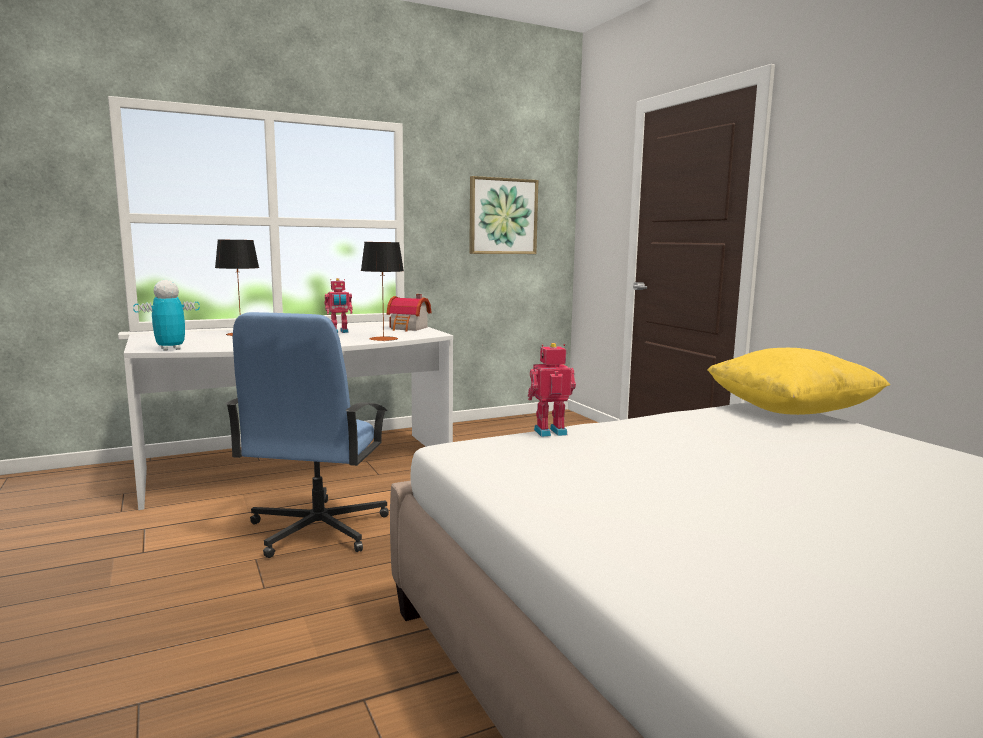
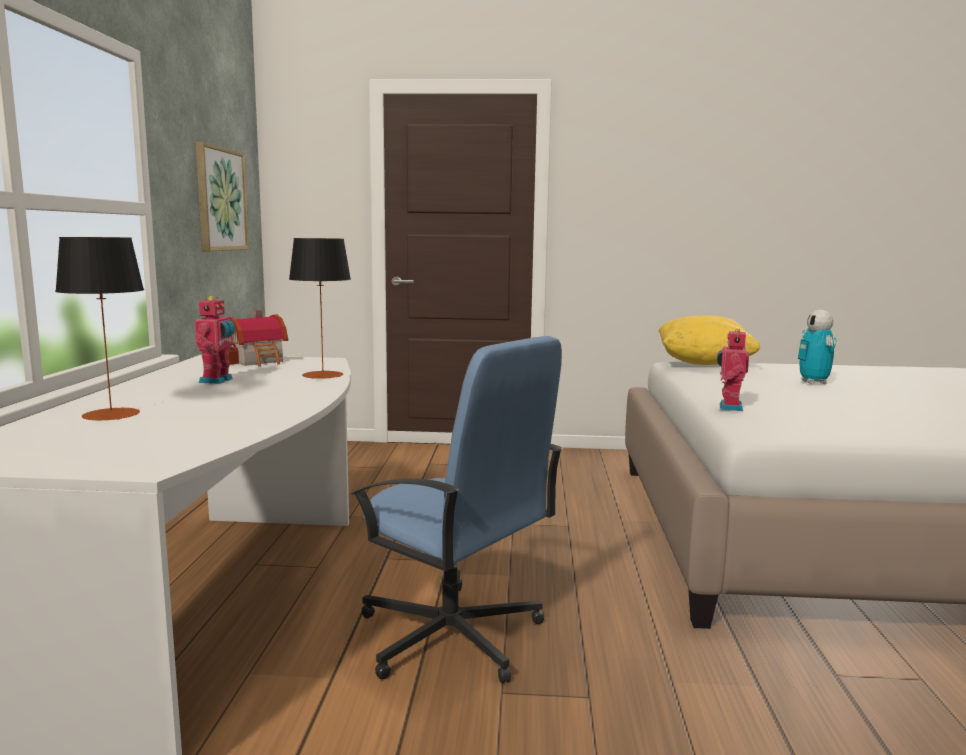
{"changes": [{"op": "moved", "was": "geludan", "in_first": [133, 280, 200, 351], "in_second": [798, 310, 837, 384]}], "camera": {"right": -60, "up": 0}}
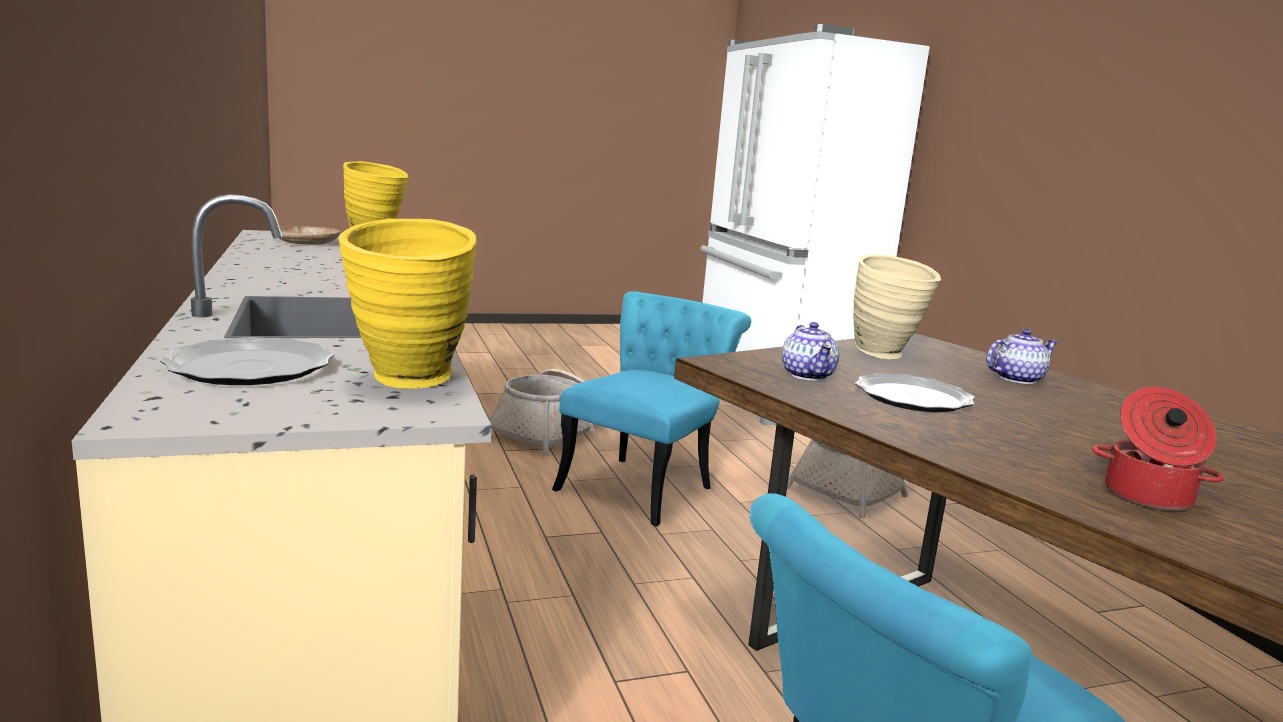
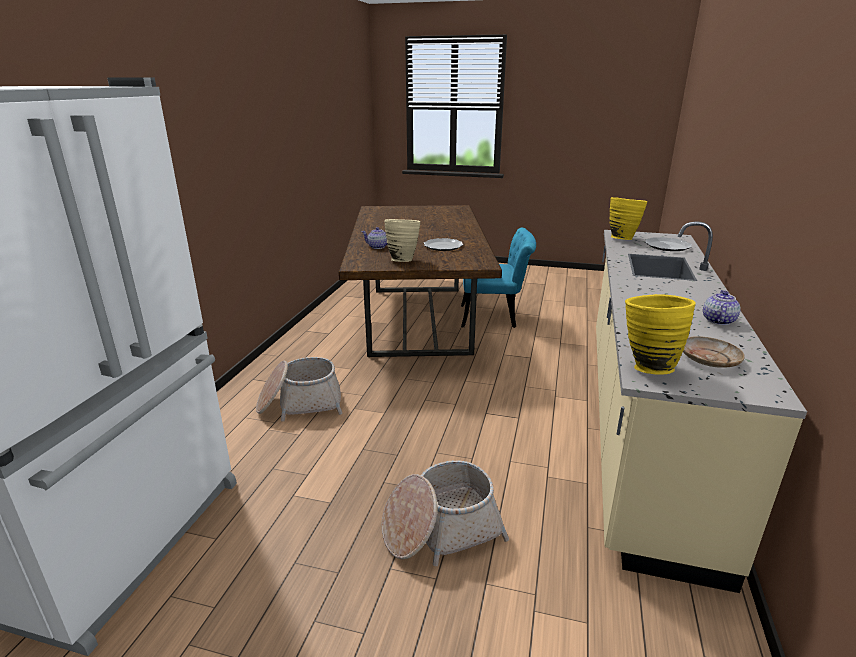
{"changes": [{"op": "moved", "was": "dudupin", "in_first": [782, 322, 839, 381], "in_second": [703, 290, 741, 325]}, {"op": "removed", "was": "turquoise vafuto", "in_first": [552, 291, 751, 526]}, {"op": "removed", "was": "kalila", "in_first": [1093, 387, 1224, 511]}], "camera": {"right": -145, "up": 10}}
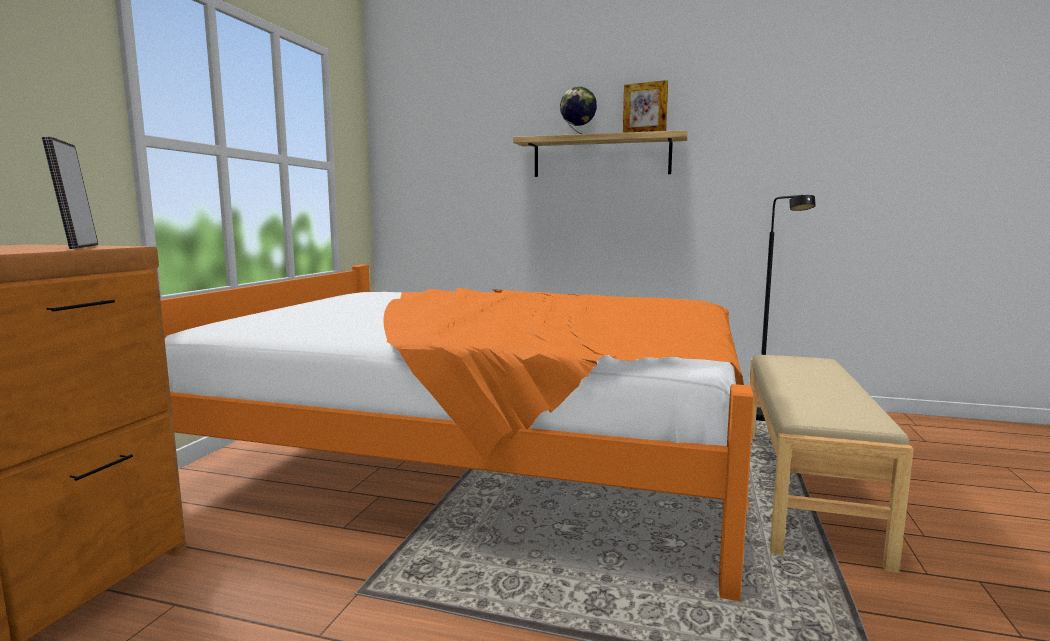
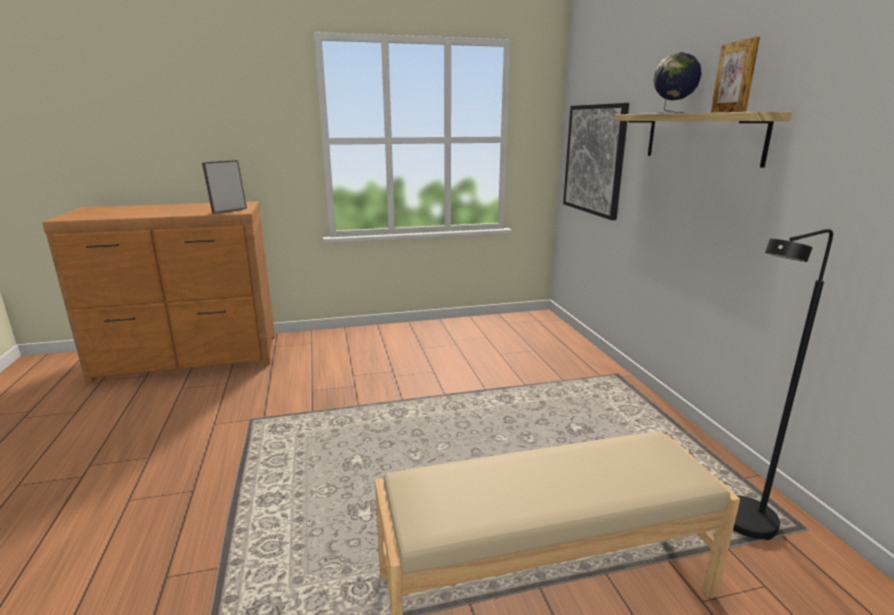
{"changes": [{"op": "added", "now": "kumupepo", "in_second": [563, 103, 629, 220]}, {"op": "removed", "was": "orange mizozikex", "in_first": [161, 265, 754, 601]}], "camera": {"right": 60, "up": 10}}
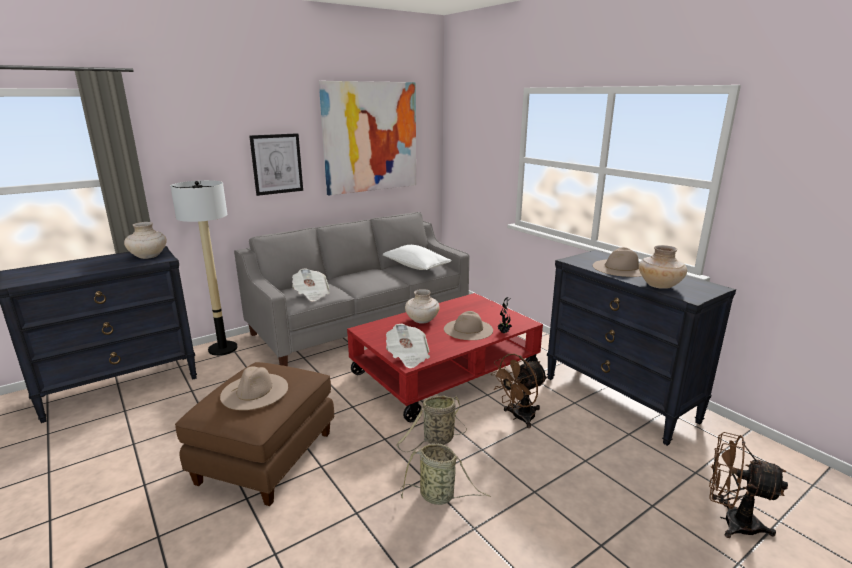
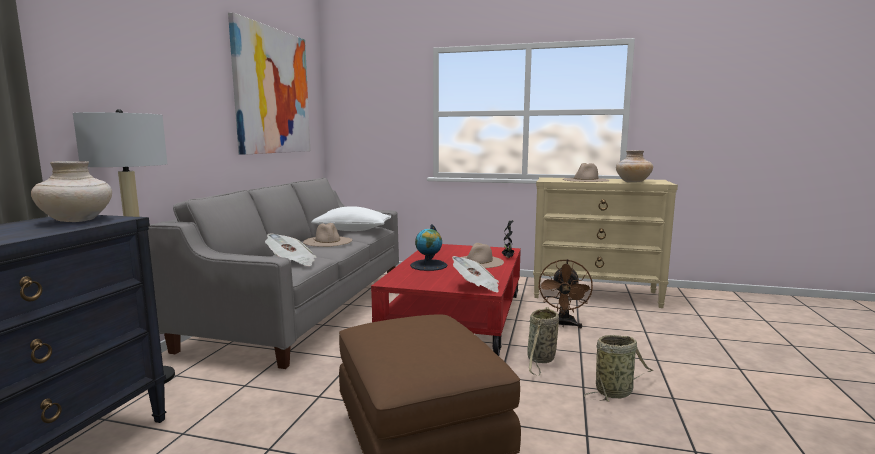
{"changes": [{"op": "moved", "was": "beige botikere", "in_first": [220, 366, 288, 410], "in_second": [303, 223, 352, 247]}, {"op": "replaced", "was": "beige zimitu", "now": "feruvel", "in_first": [405, 289, 440, 324], "in_second": [410, 224, 447, 271]}, {"op": "recoloured", "was": "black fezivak", "now": "beige fezivak", "in_first": [547, 250, 736, 446], "in_second": [533, 177, 678, 308]}, {"op": "removed", "was": "kumupepo", "in_first": [249, 133, 303, 196]}, {"op": "removed", "was": "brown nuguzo", "in_first": [709, 432, 788, 538]}], "camera": {"right": -40, "up": -10}}
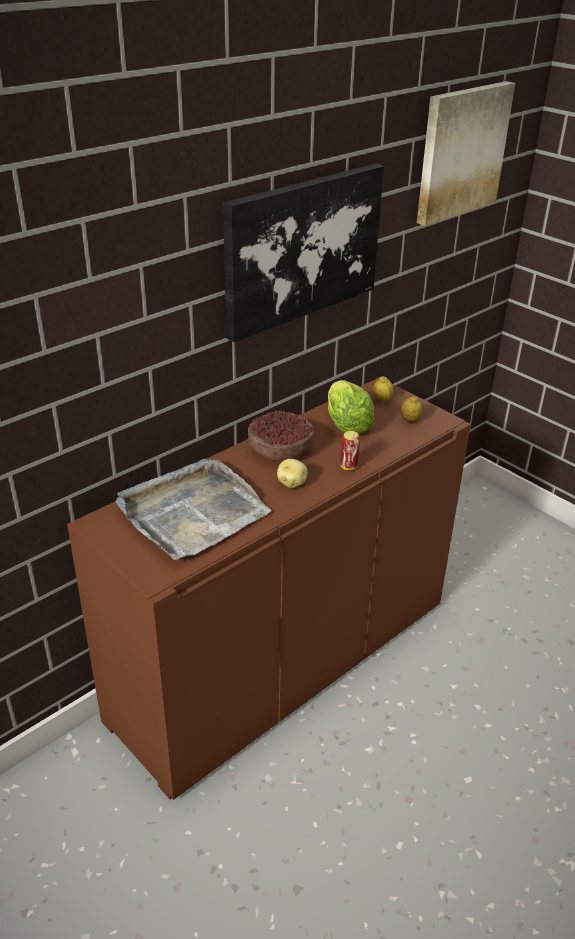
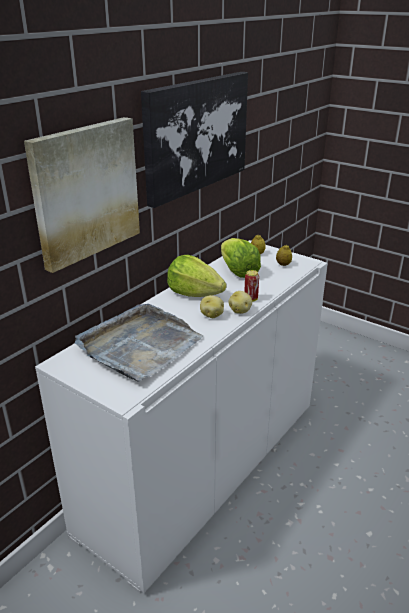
{"changes": [{"op": "moved", "was": "kumupepo", "in_first": [417, 81, 515, 226], "in_second": [24, 117, 140, 273]}, {"op": "recoloured", "was": "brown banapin", "now": "white banapin", "in_first": [67, 378, 471, 800], "in_second": [35, 240, 327, 594]}, {"op": "replaced", "was": "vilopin", "now": "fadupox", "in_first": [248, 410, 314, 461], "in_second": [167, 255, 226, 297]}, {"op": "added", "now": "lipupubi", "in_second": [228, 291, 252, 314]}], "camera": {"right": -10, "up": -5}}
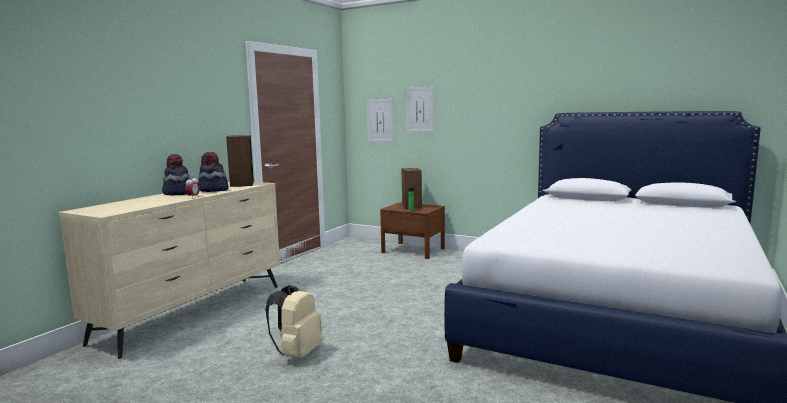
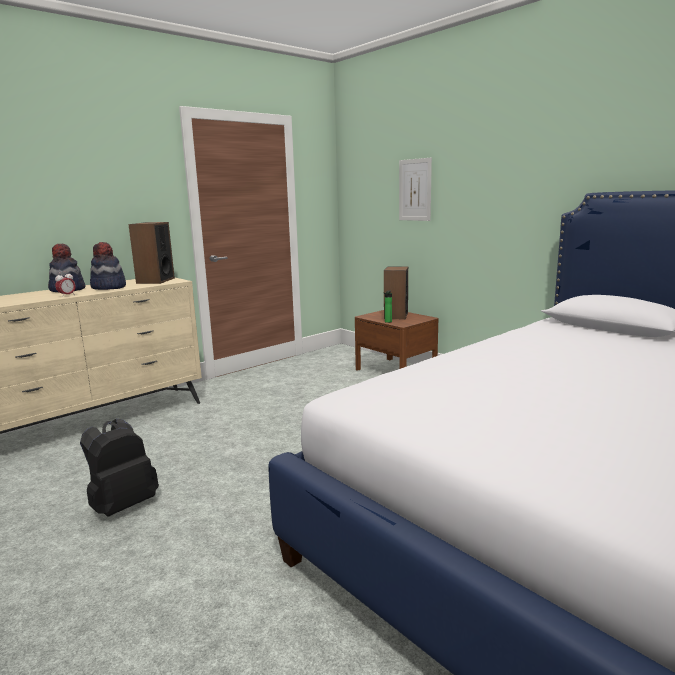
{"changes": [{"op": "recoloured", "was": "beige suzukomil", "now": "black suzukomil", "in_first": [265, 285, 323, 359], "in_second": [80, 419, 159, 516]}, {"op": "removed", "was": "kumupepo", "in_first": [367, 99, 394, 143]}], "camera": {"right": 20, "up": 5}}
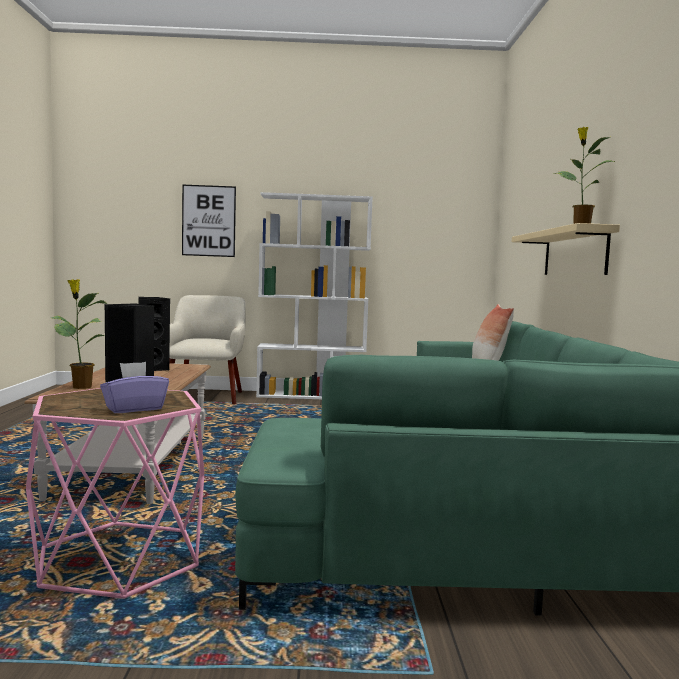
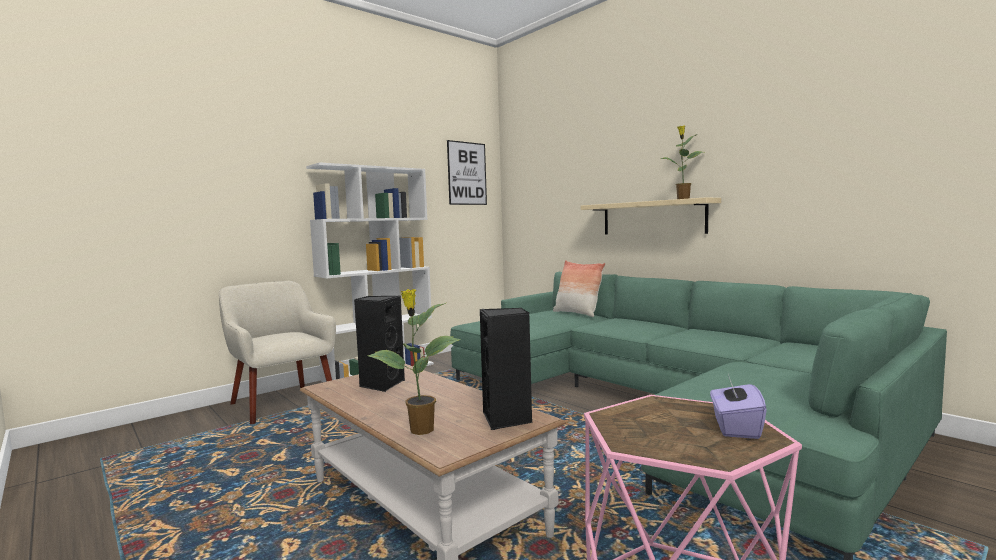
{"changes": [{"op": "moved", "was": "kumupepo", "in_first": [182, 185, 236, 257], "in_second": [447, 140, 487, 205]}], "camera": {"right": -40, "up": 0}}
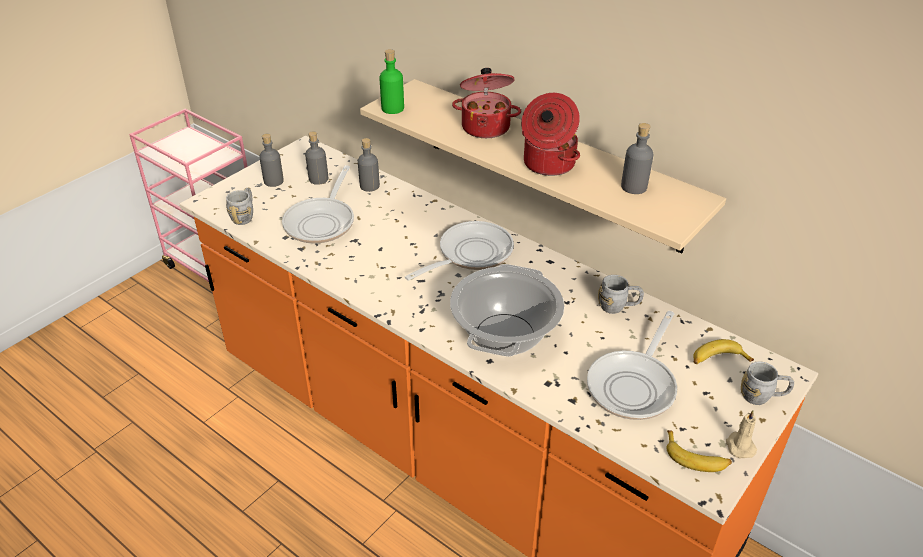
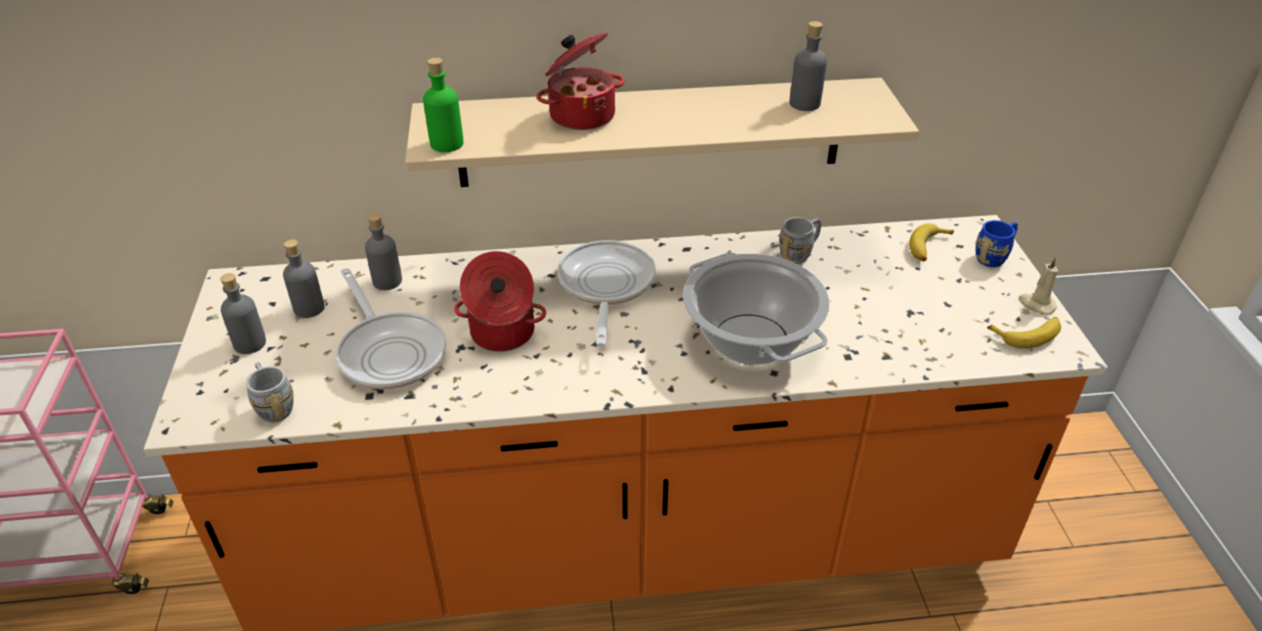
{"changes": [{"op": "moved", "was": "kalila", "in_first": [521, 93, 580, 176], "in_second": [454, 251, 546, 352]}, {"op": "recoloured", "was": "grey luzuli", "now": "blue luzuli", "in_first": [741, 362, 794, 405], "in_second": [976, 220, 1018, 267]}, {"op": "removed", "was": "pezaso", "in_first": [587, 311, 677, 420]}], "camera": {"right": -45, "up": 0}}
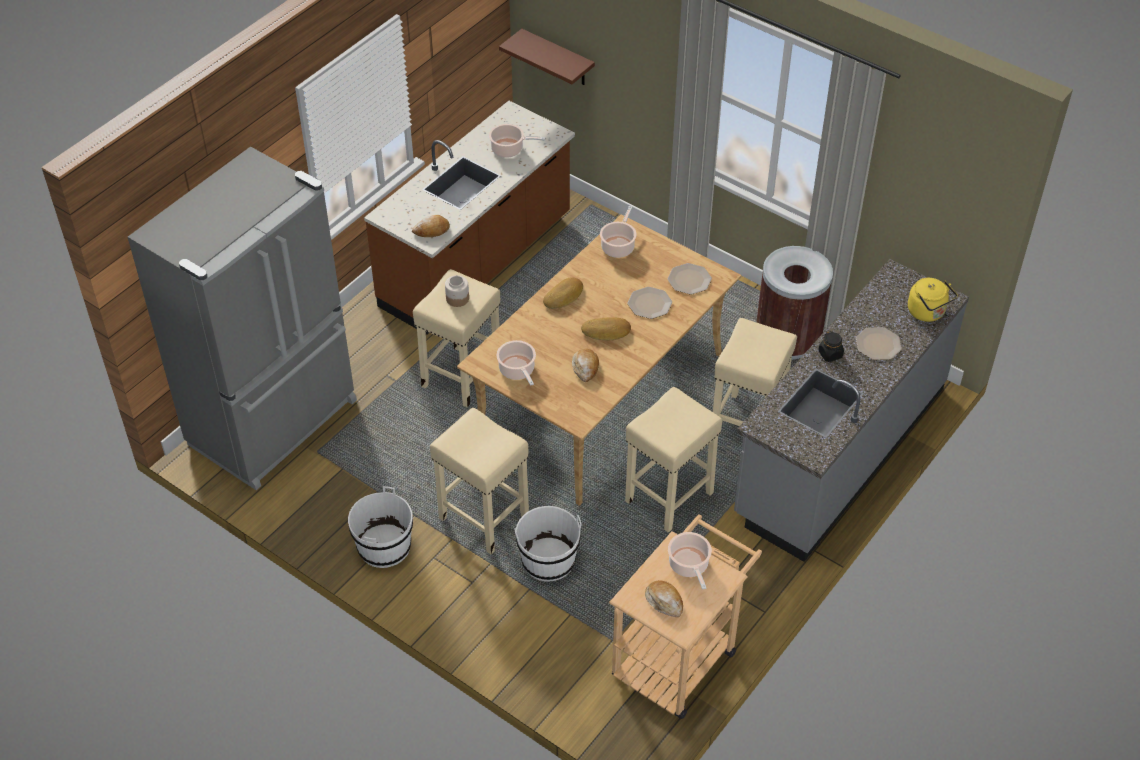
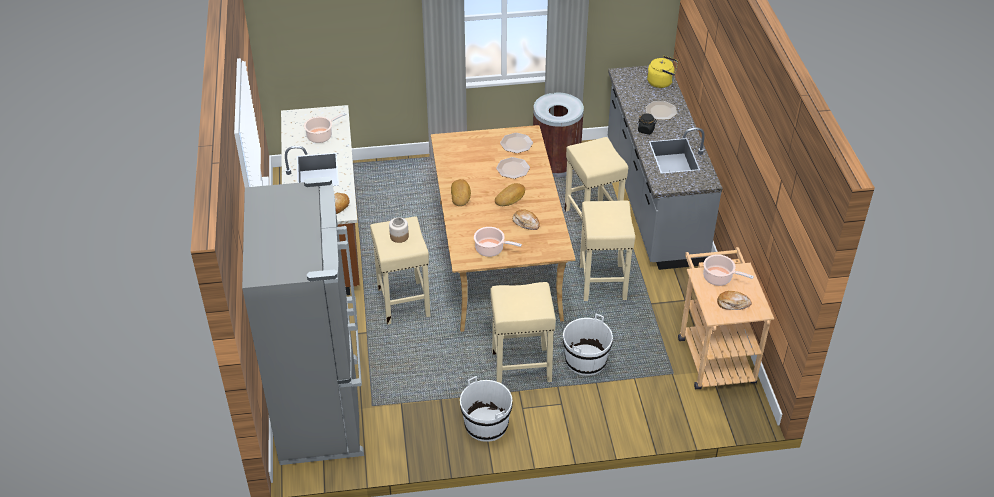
{"changes": [{"op": "removed", "was": "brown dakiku", "in_first": [499, 29, 595, 85]}, {"op": "removed", "was": "kalila", "in_first": [600, 206, 637, 258]}], "camera": {"right": -45, "up": -5}}
